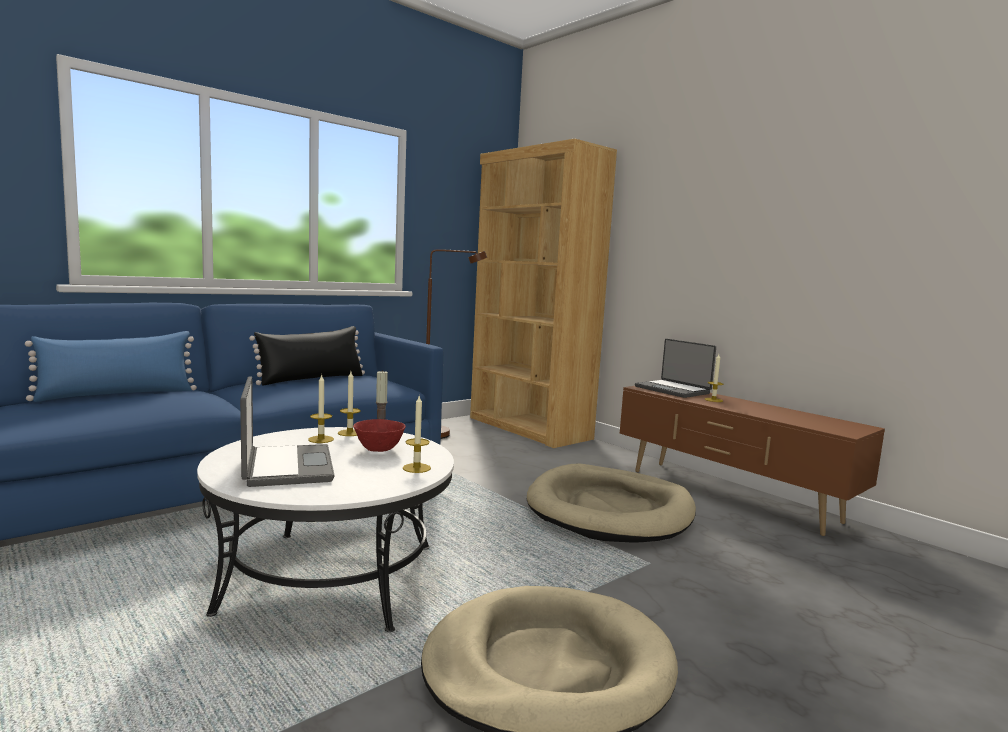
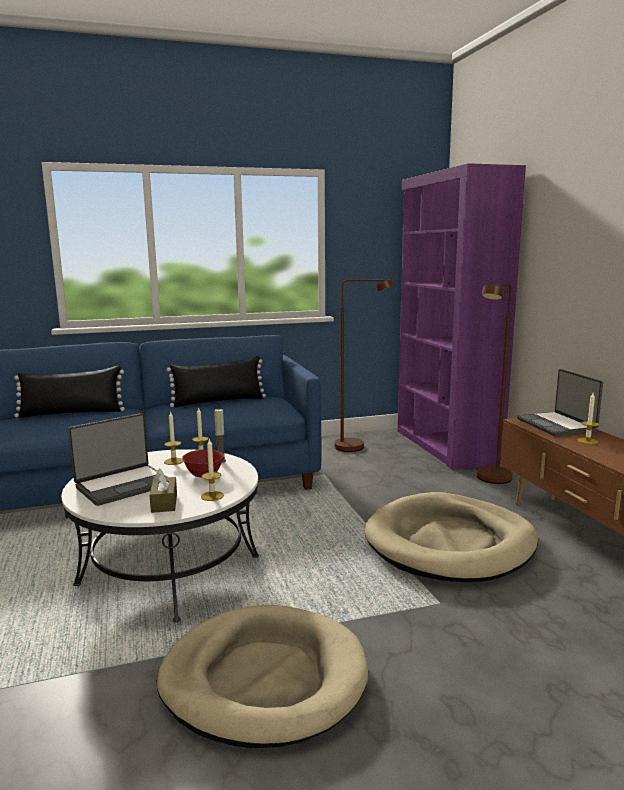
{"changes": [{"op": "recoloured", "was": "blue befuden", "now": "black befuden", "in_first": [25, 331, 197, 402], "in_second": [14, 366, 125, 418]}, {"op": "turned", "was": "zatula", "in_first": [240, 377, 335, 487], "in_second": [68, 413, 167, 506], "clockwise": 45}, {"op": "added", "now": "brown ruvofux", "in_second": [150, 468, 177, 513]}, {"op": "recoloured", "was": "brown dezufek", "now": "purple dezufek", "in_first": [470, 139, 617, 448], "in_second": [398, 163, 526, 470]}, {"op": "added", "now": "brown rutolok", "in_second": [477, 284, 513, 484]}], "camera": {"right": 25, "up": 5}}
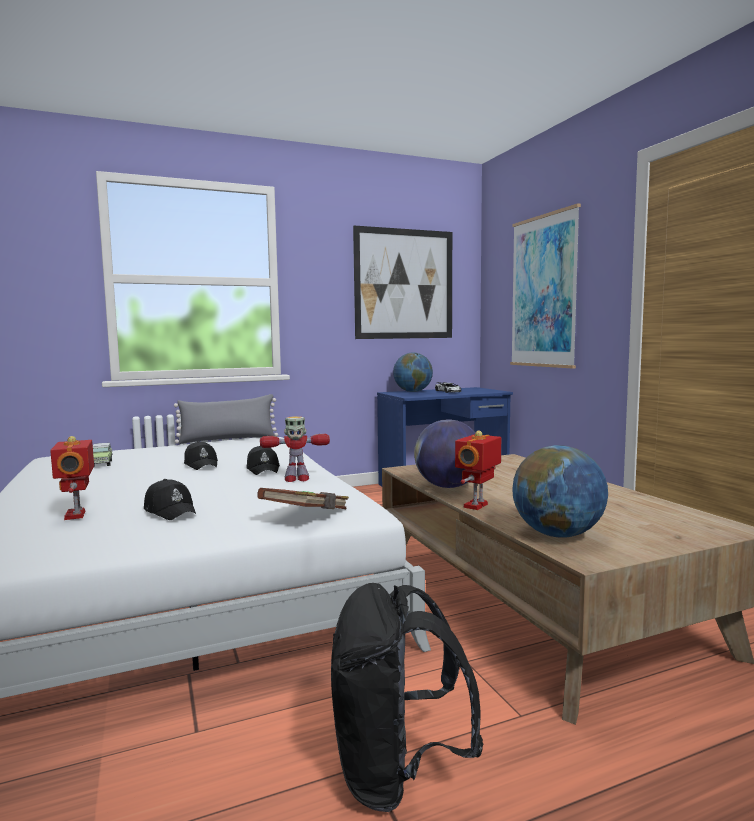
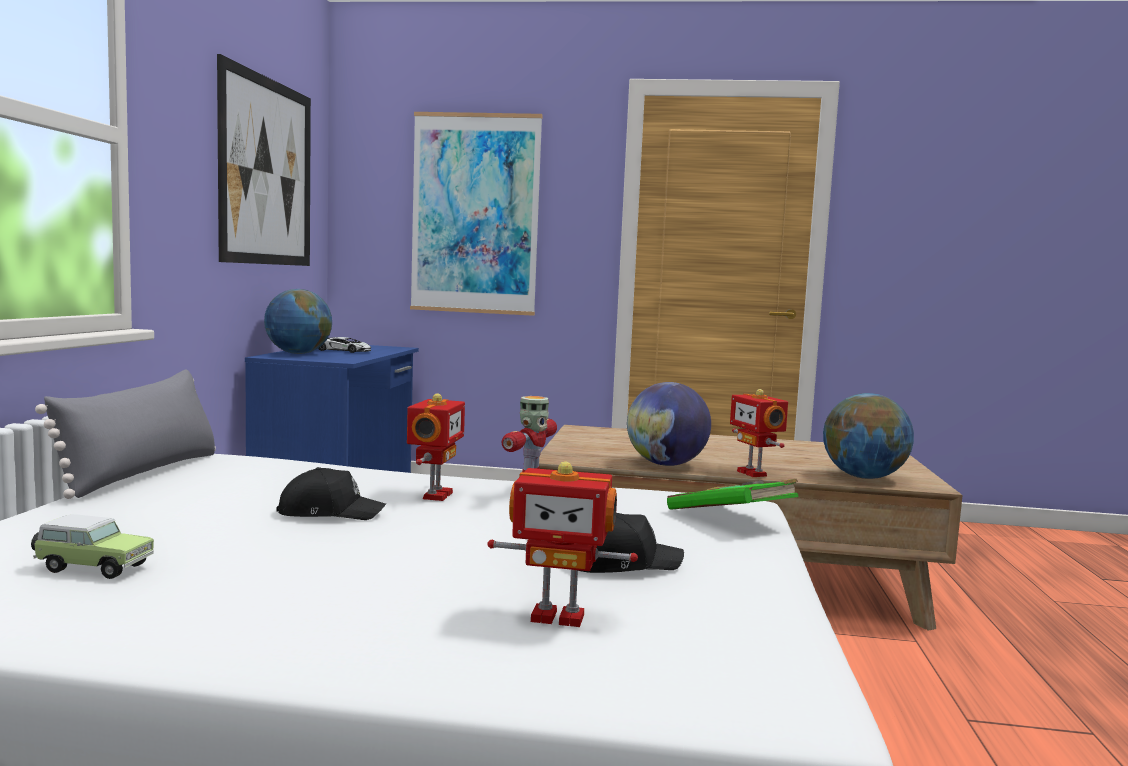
{"changes": [{"op": "replaced", "was": "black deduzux", "now": "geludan", "in_first": [246, 446, 280, 475], "in_second": [407, 393, 465, 501]}, {"op": "recoloured", "was": "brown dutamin", "now": "green dutamin", "in_first": [257, 488, 349, 509], "in_second": [667, 479, 799, 510]}, {"op": "removed", "was": "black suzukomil", "in_first": [331, 583, 484, 812]}], "camera": {"right": -60, "up": 0}}
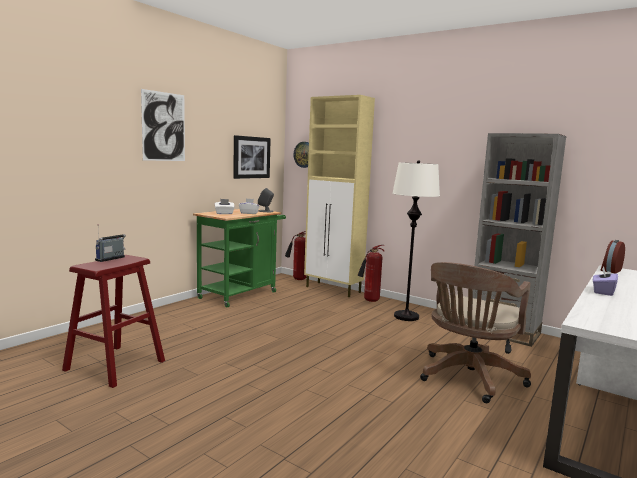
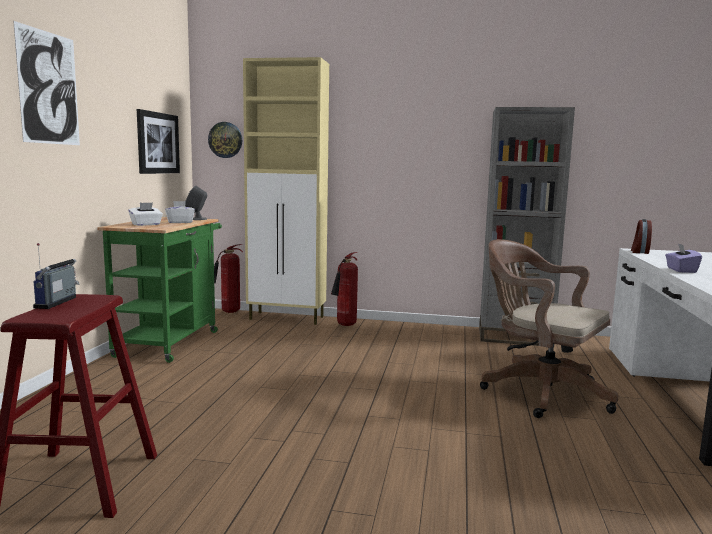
{"changes": [{"op": "turned", "was": "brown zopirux", "in_first": [420, 262, 531, 403], "in_second": [480, 239, 618, 418], "clockwise": 120}, {"op": "removed", "was": "white rutolok", "in_first": [392, 160, 440, 321]}], "camera": {"right": -25, "up": 0}}
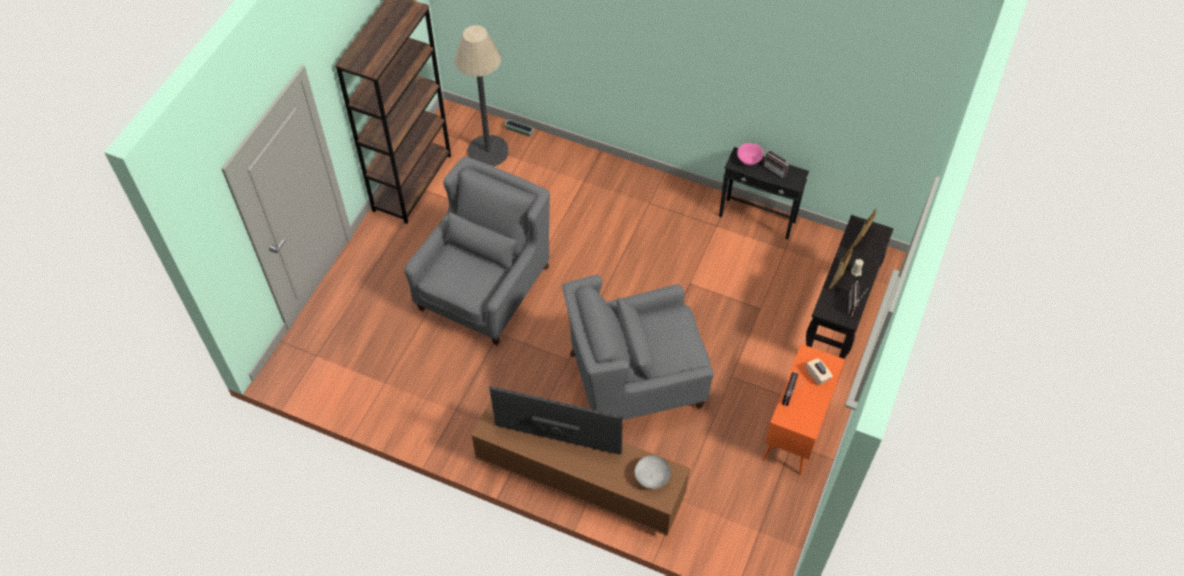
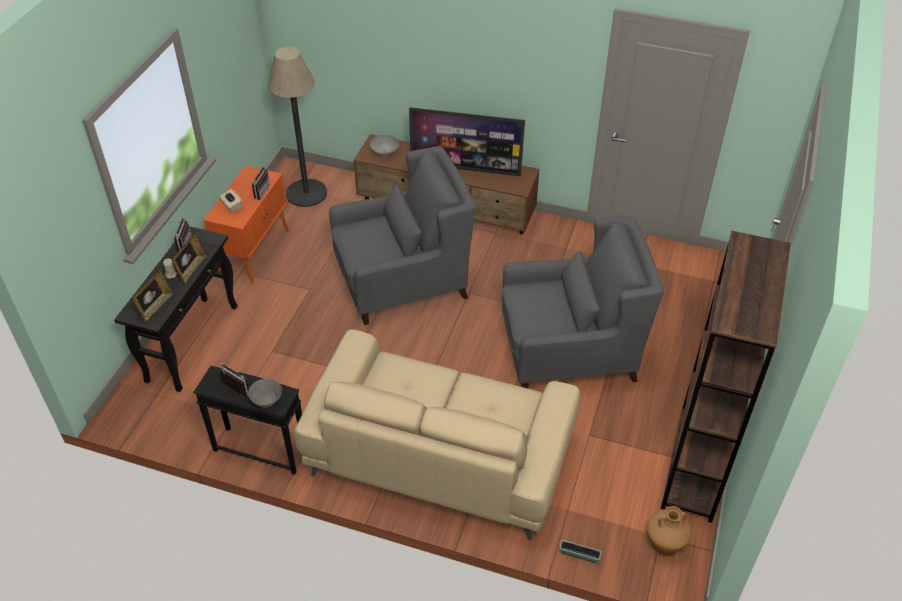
{"changes": [{"op": "recoloured", "was": "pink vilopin", "now": "grey vilopin", "in_first": [737, 143, 764, 166], "in_second": [248, 379, 282, 408]}, {"op": "moved", "was": "rutolok", "in_first": [454, 25, 509, 167], "in_second": [268, 47, 327, 207]}, {"op": "added", "now": "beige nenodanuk", "in_second": [294, 329, 581, 540]}, {"op": "turned", "was": "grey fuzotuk", "in_first": [404, 157, 550, 345], "in_second": [502, 216, 664, 388], "clockwise": -120}, {"op": "added", "now": "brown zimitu", "in_second": [647, 506, 692, 556]}], "camera": {"right": 175, "up": -10}}
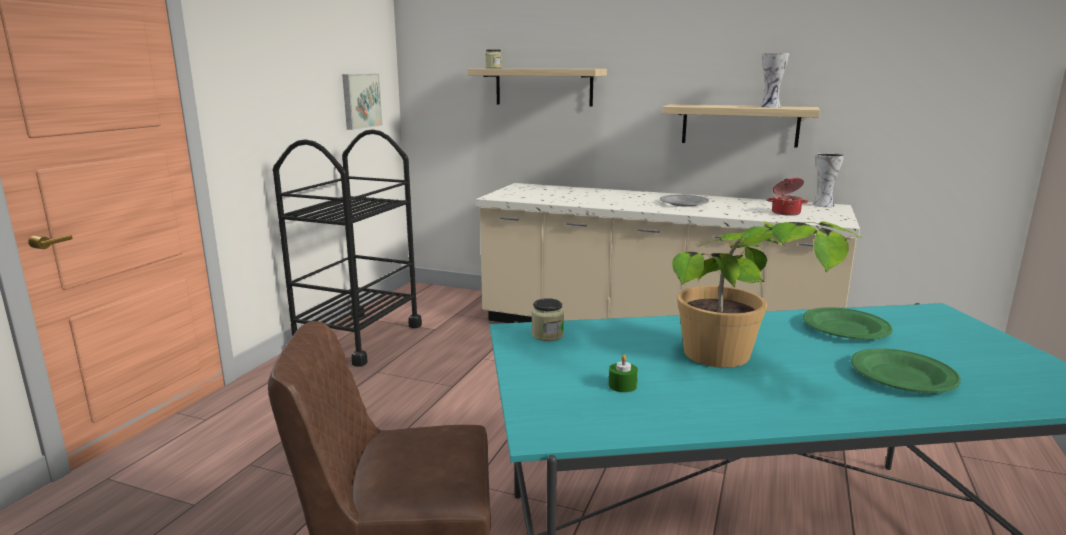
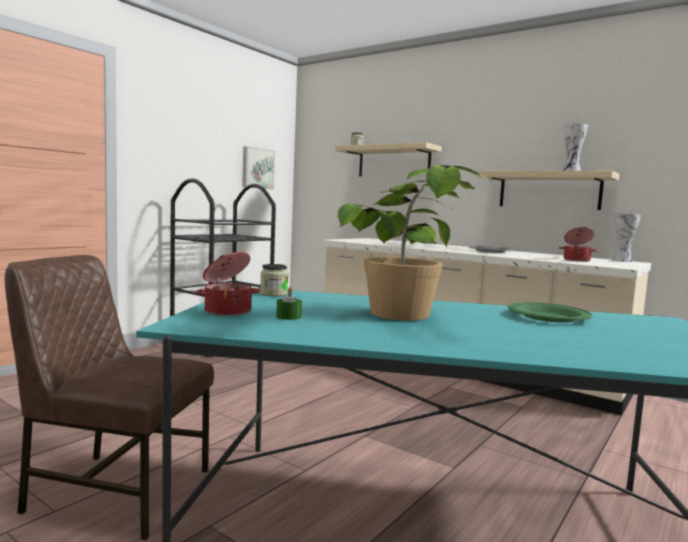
{"changes": [{"op": "added", "now": "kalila", "in_second": [195, 252, 260, 316]}, {"op": "removed", "was": "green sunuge", "in_first": [851, 348, 961, 393]}], "camera": {"right": 15, "up": -10}}
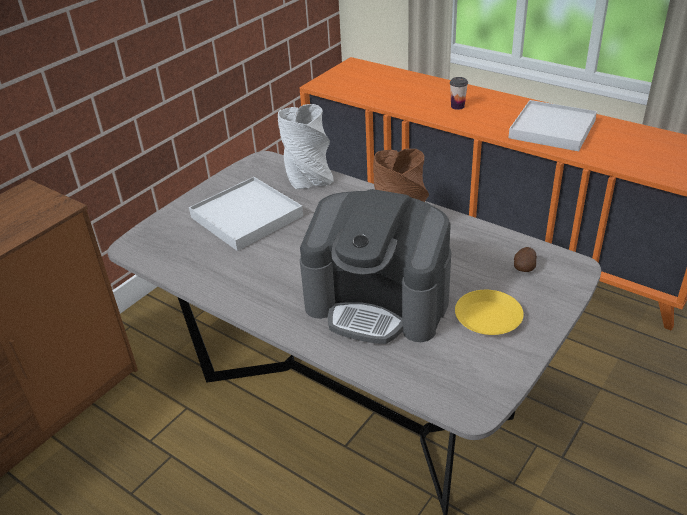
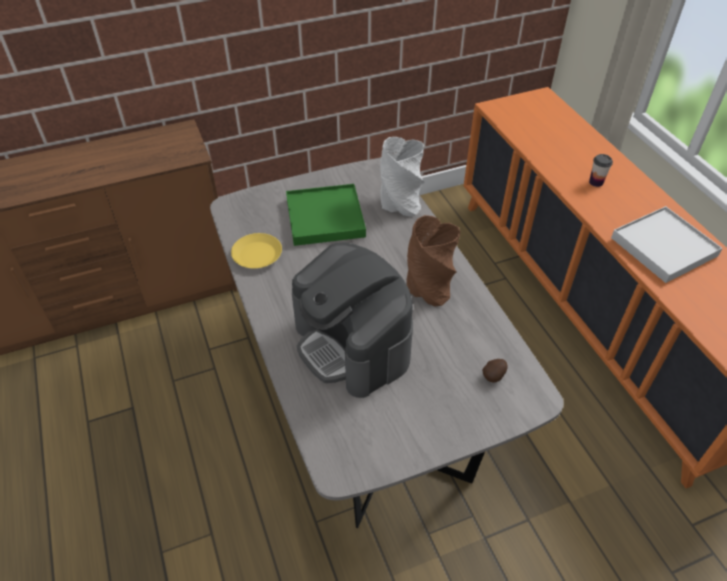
{"changes": [{"op": "moved", "was": "yellow sunuge", "in_first": [455, 290, 524, 335], "in_second": [231, 233, 282, 268]}, {"op": "recoloured", "was": "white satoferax", "now": "green satoferax", "in_first": [189, 177, 303, 251], "in_second": [286, 184, 366, 246]}], "camera": {"right": 30, "up": 10}}
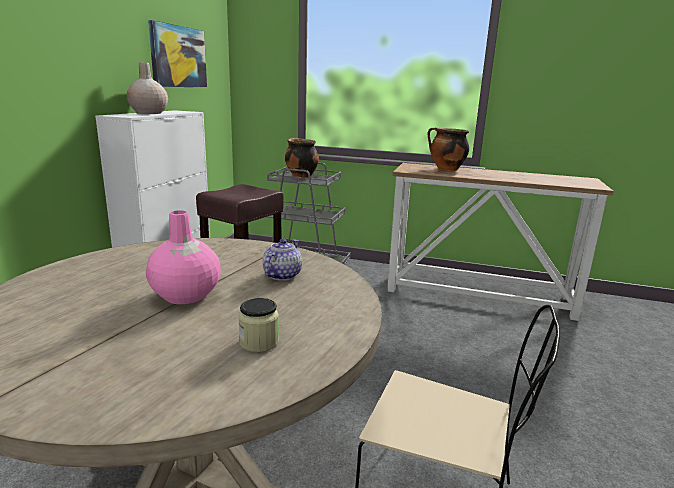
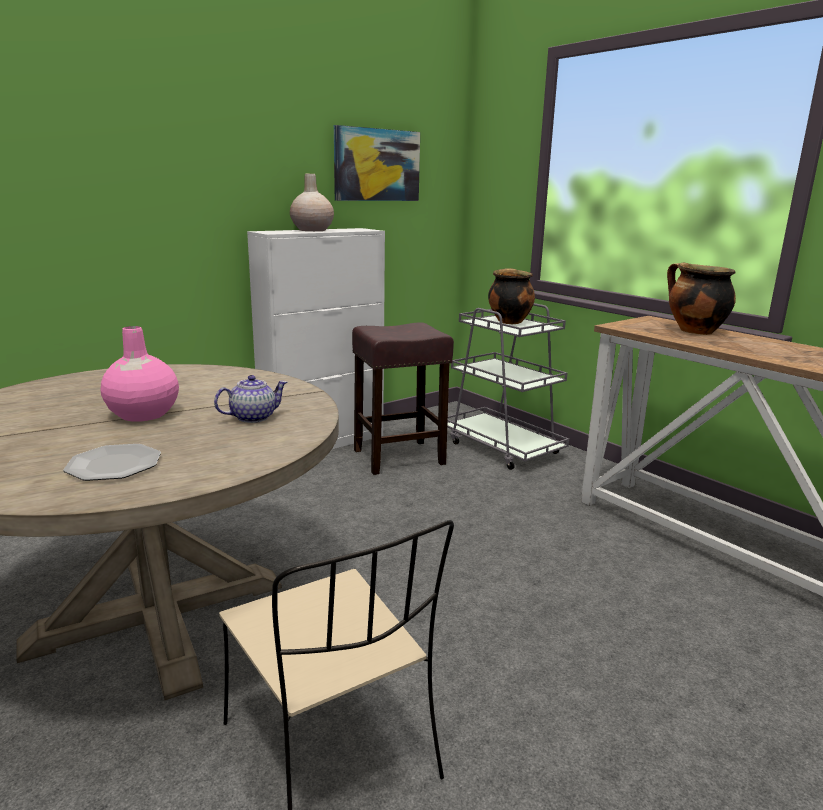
{"changes": [{"op": "replaced", "was": "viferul", "now": "sunuge", "in_first": [238, 298, 279, 352], "in_second": [63, 444, 161, 481]}], "camera": {"right": 35, "up": 0}}
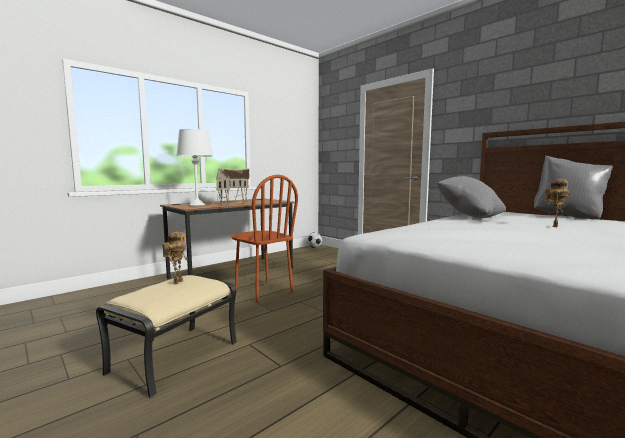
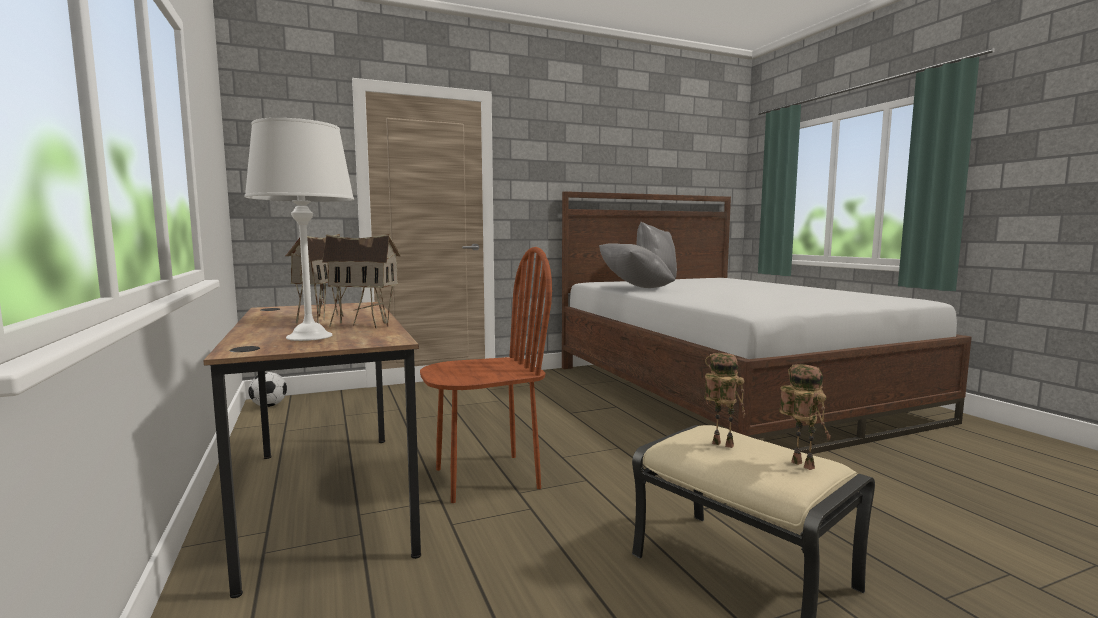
{"changes": [{"op": "moved", "was": "geludan", "in_first": [544, 179, 569, 227], "in_second": [779, 364, 831, 470]}], "camera": {"right": -70, "up": 0}}
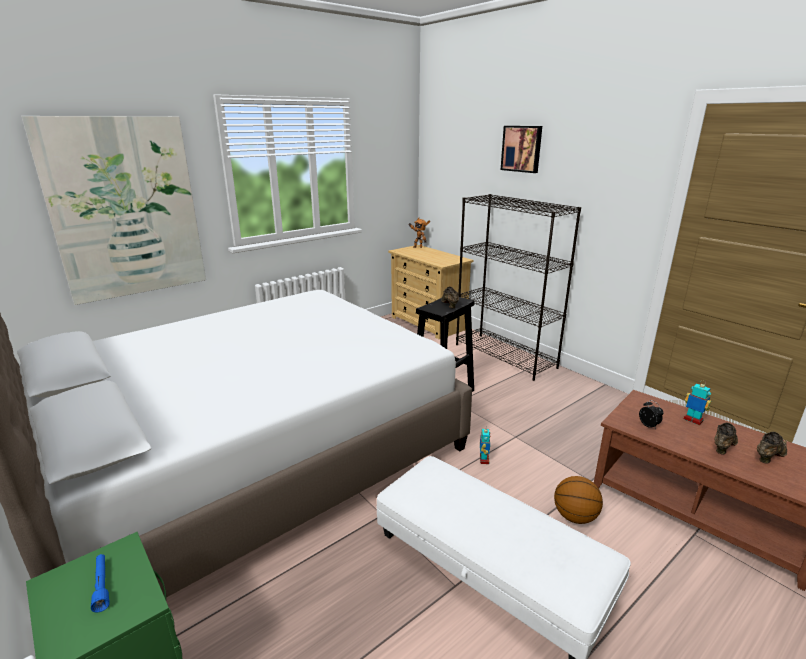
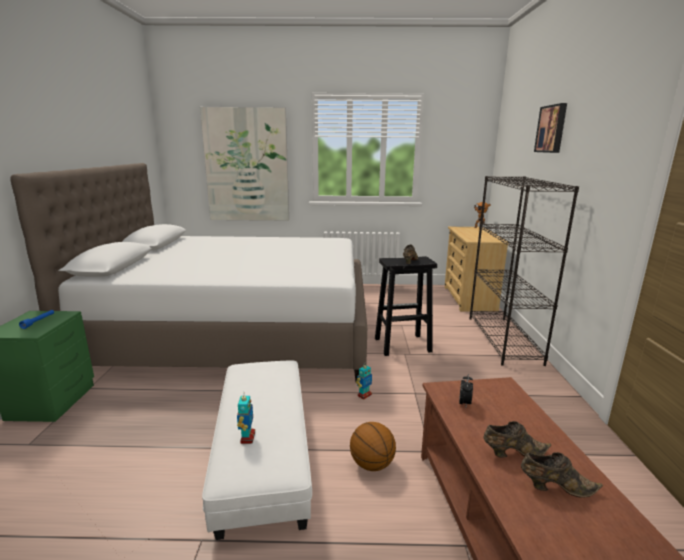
{"changes": [{"op": "moved", "was": "geludan", "in_first": [684, 381, 711, 425], "in_second": [237, 392, 255, 444]}], "camera": {"right": 40, "up": -5}}
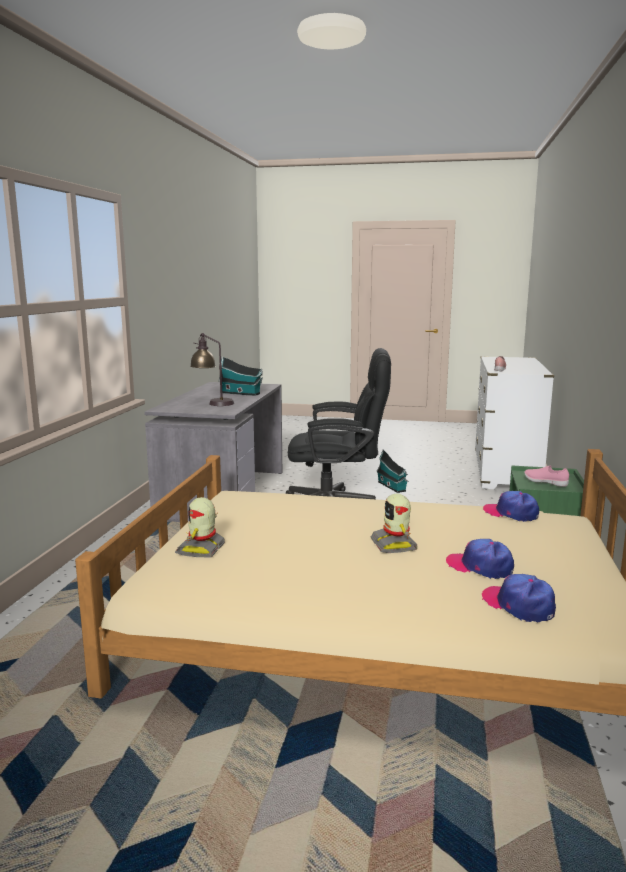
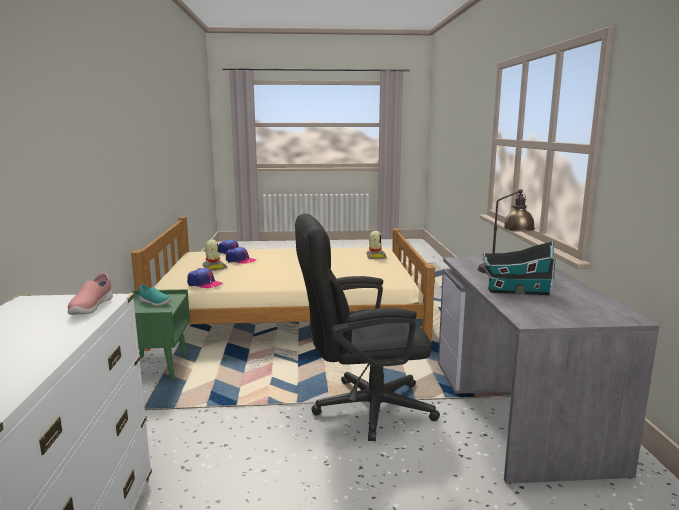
{"changes": [{"op": "recoloured", "was": "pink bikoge", "now": "turquoise bikoge", "in_first": [524, 466, 569, 487], "in_second": [139, 284, 171, 306]}, {"op": "moved", "was": "geludan", "in_first": [370, 494, 418, 553], "in_second": [202, 240, 227, 271]}, {"op": "removed", "was": "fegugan", "in_first": [376, 449, 409, 493]}], "camera": {"right": 165, "up": 0}}
